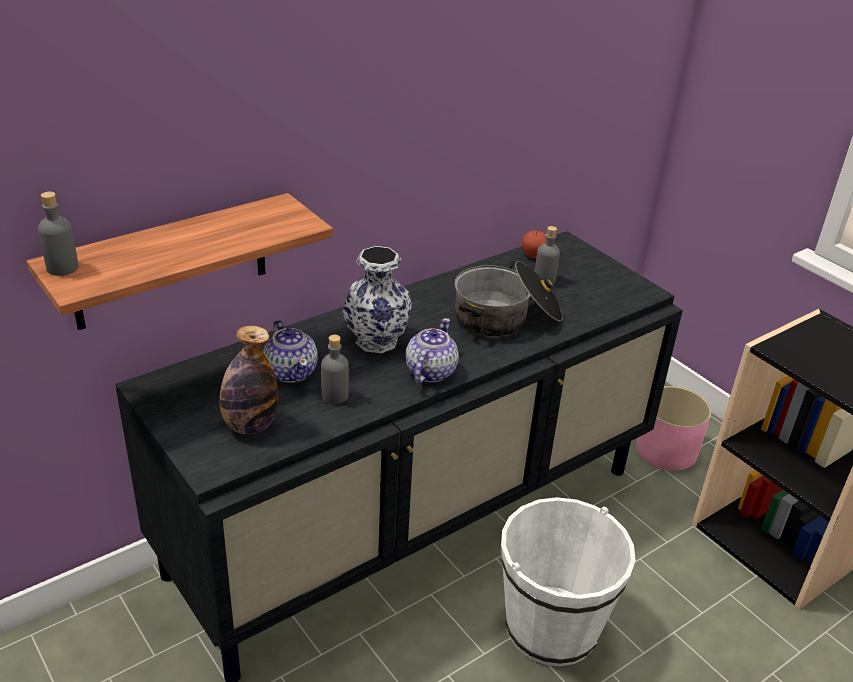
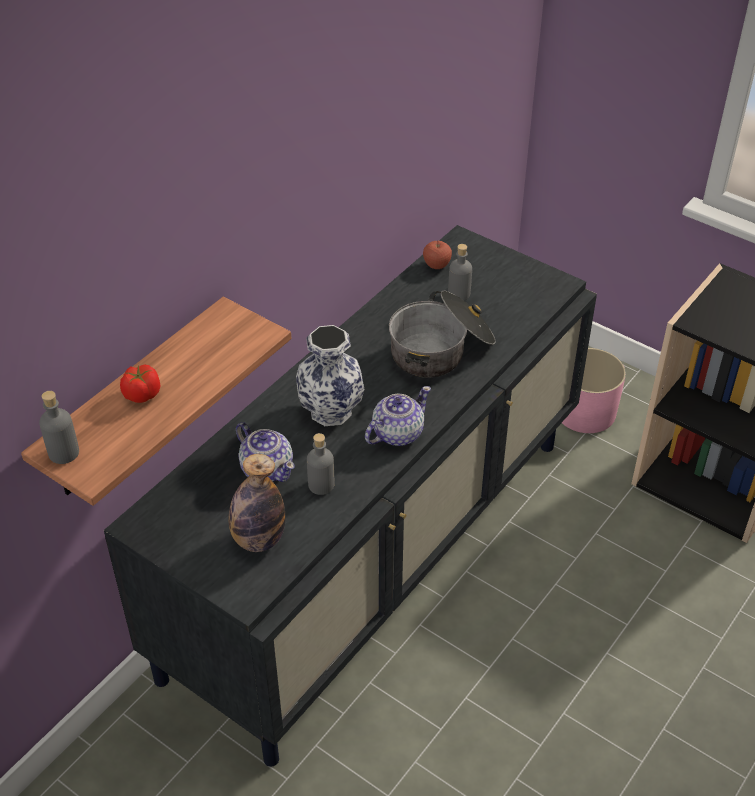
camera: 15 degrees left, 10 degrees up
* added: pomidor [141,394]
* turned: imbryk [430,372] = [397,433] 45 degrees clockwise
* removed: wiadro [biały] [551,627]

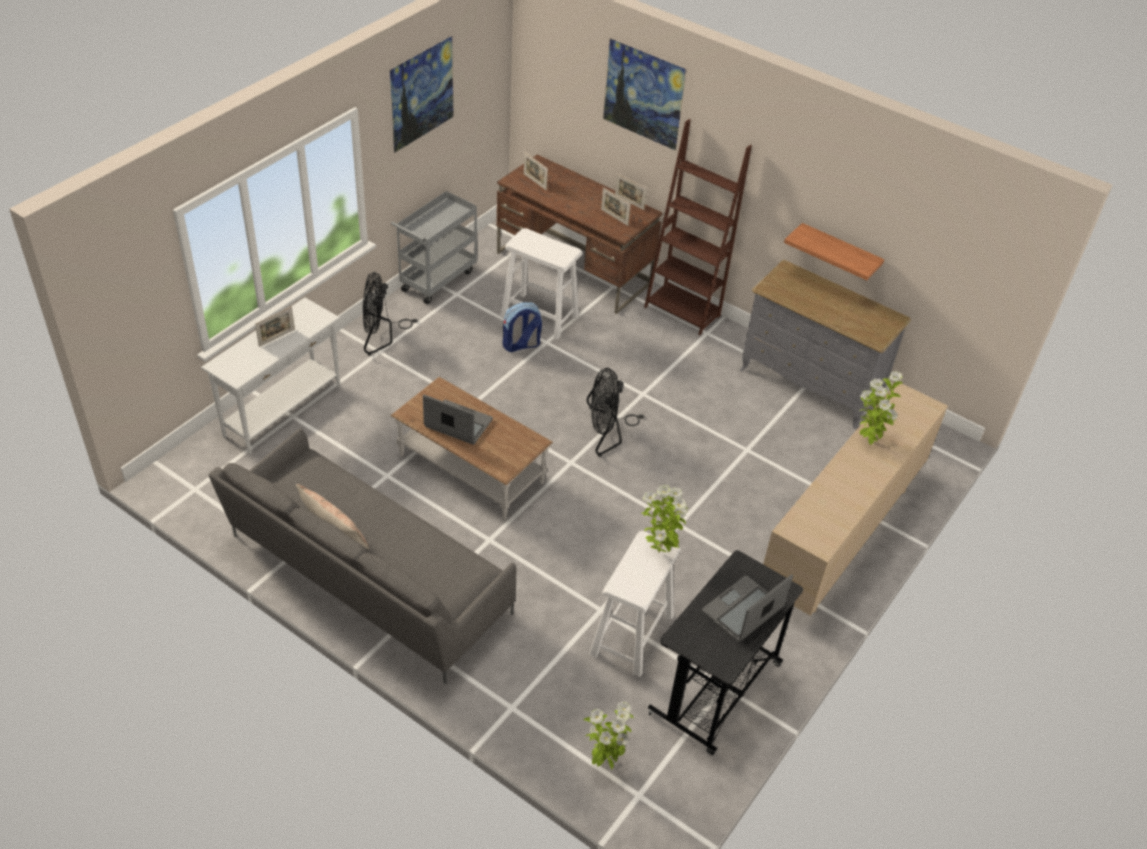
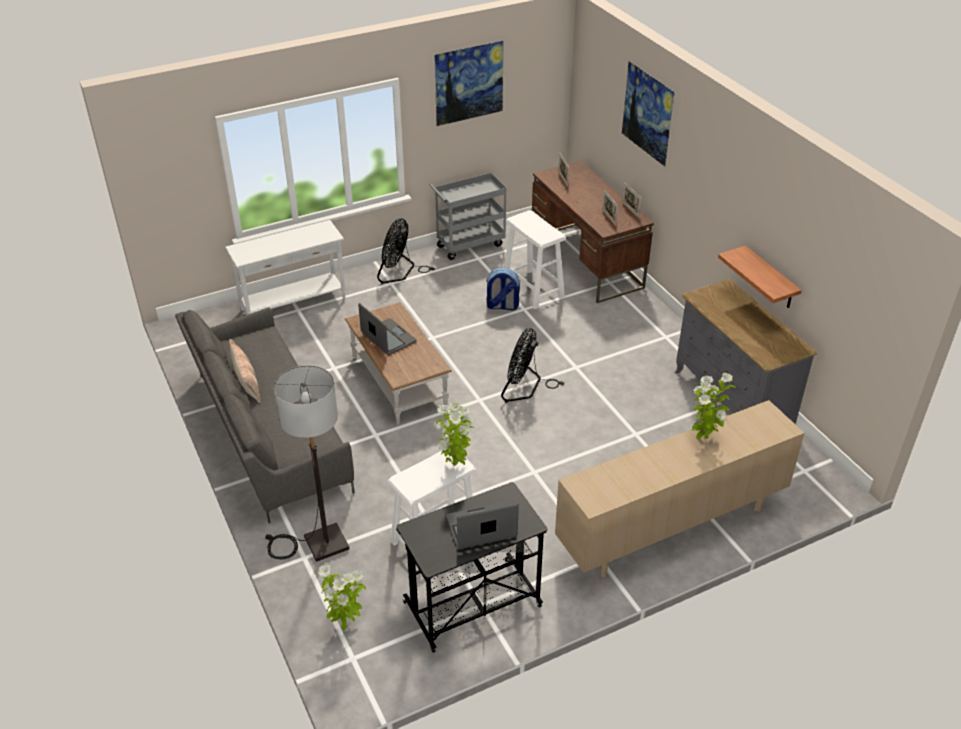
camera: 30 degrees right, 5 degrees down
* added: lampa stojąca [313,544]
* removed: ramka na zdjęcie [277,338]
* removed: regał [brązowy] [682,311]

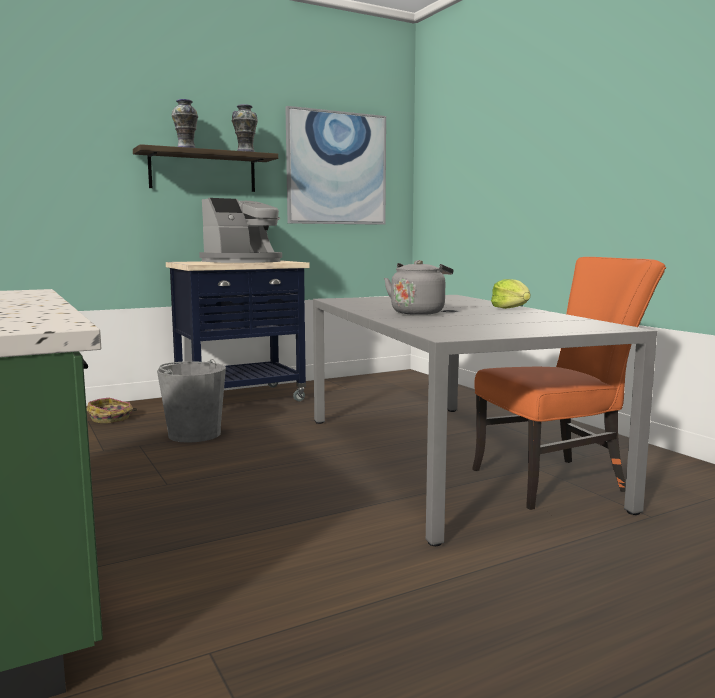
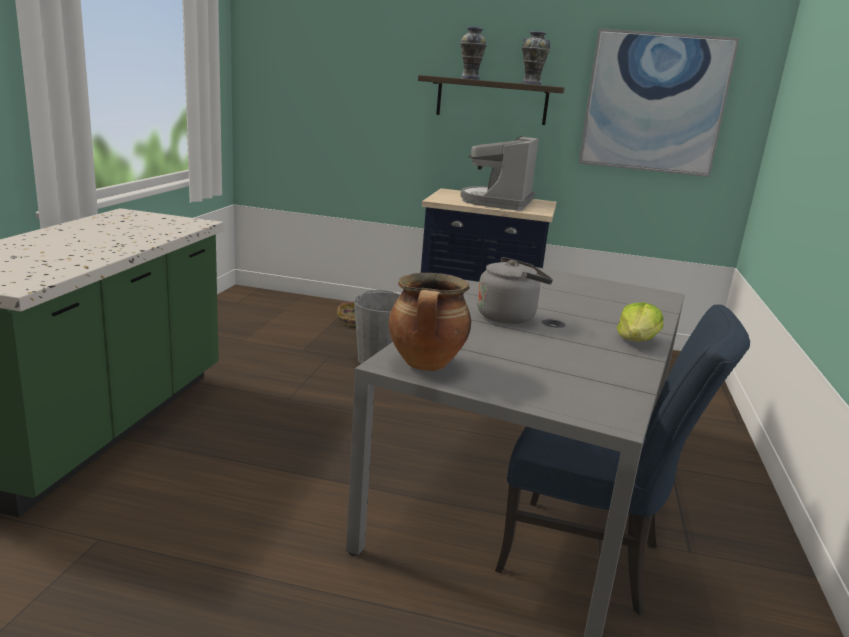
camera: 40 degrees right, 10 degrees up
* added: garnek [426,365]
* turned: ekspres do kawy [244,262] = [497,202] 105 degrees clockwise
* recoloured: krzesło [pomarańczowy] [557,480] to krzesło [niebieski] [591,558]

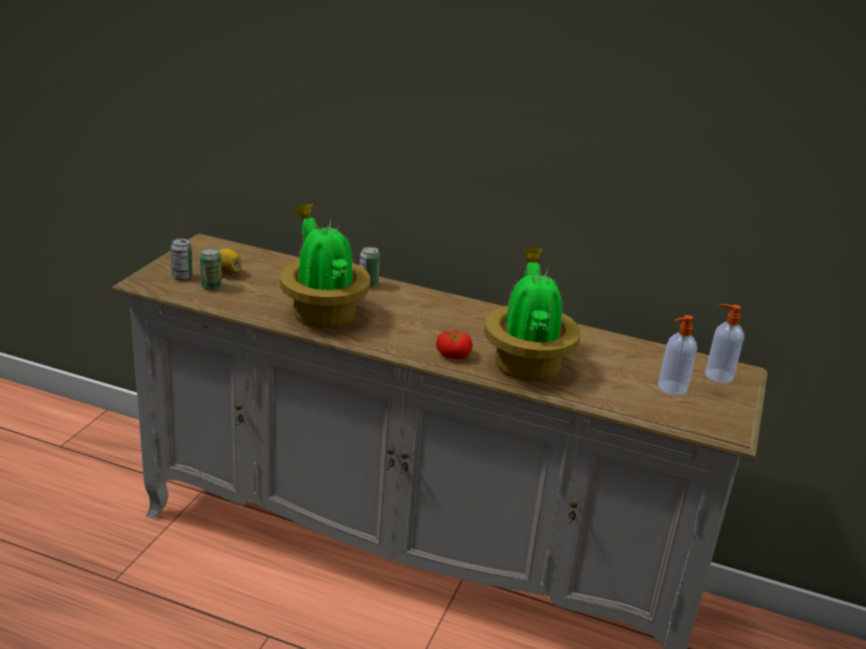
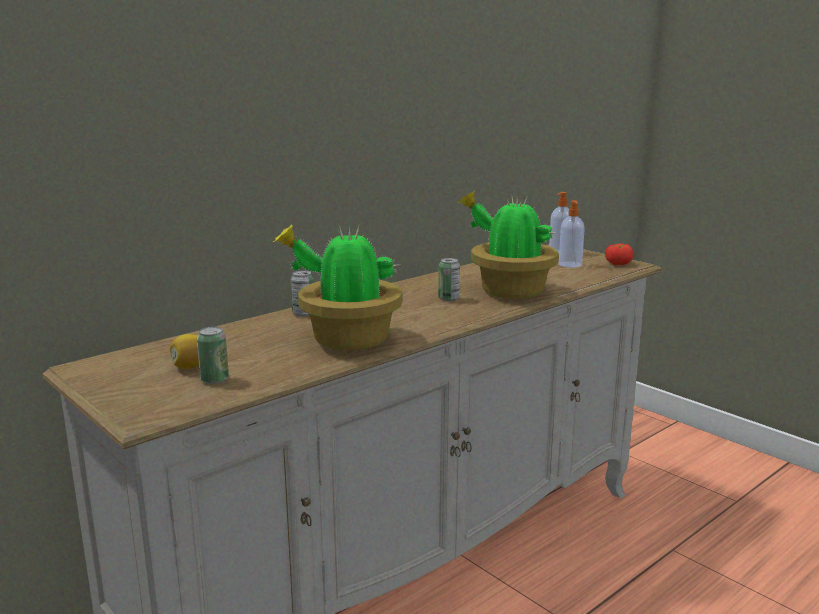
camera: 60 degrees left, 10 degrees down
* moved: puszka [182,276] to [448,298]
* moved: pomidor [453,354] to [617,263]

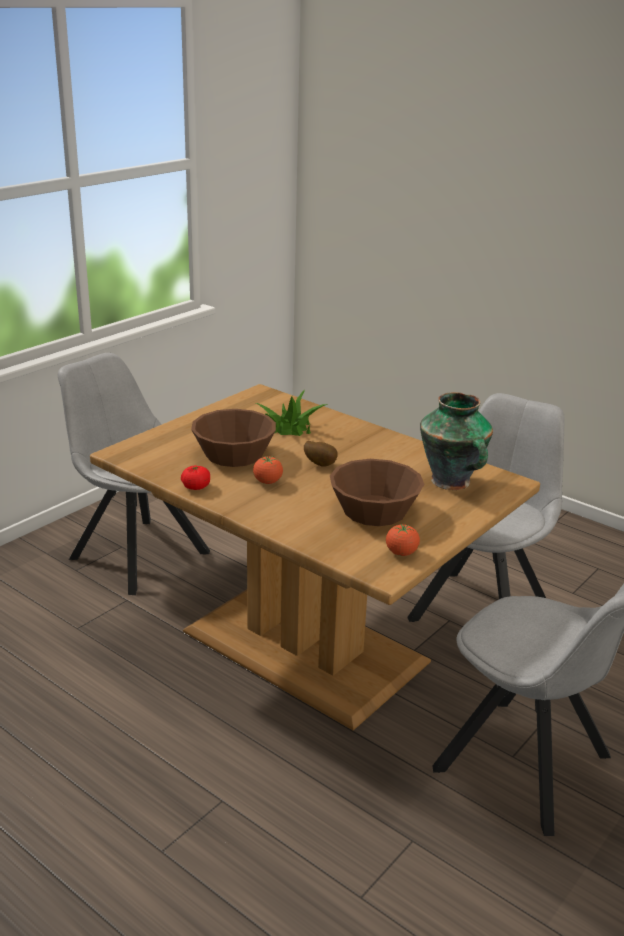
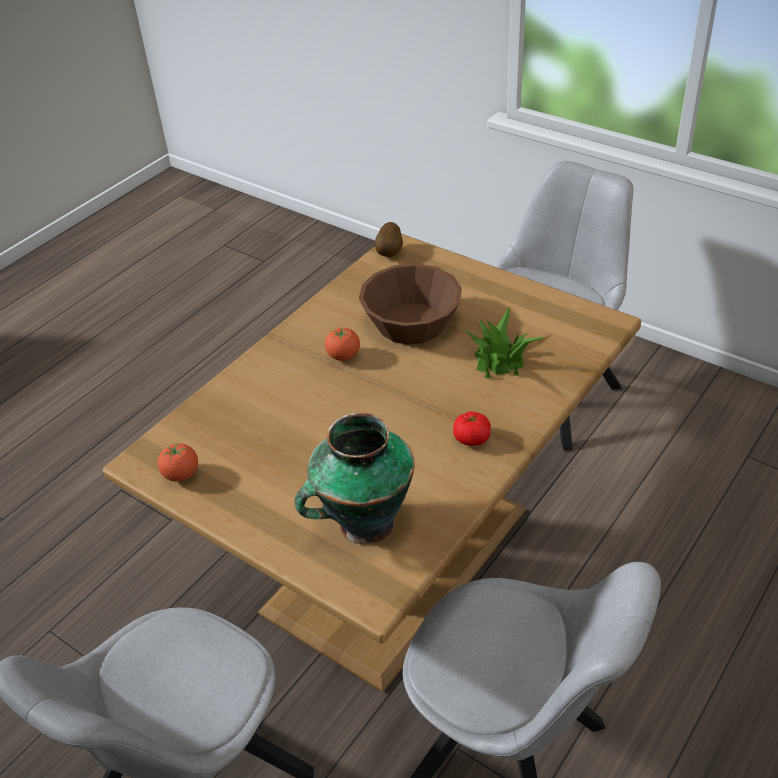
camera: 90 degrees right, 15 degrees up
* moved: ziemniak [320,464] to [390,252]
* moved: pomidor [196,487] to [471,438]
* removed: miska [brązowy] [375,510]

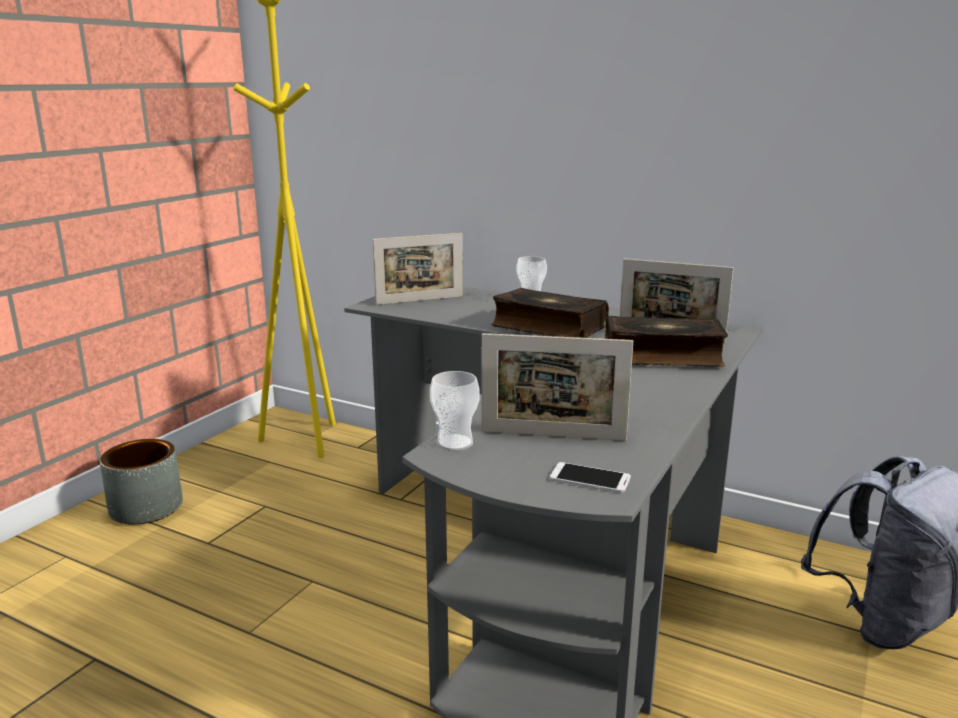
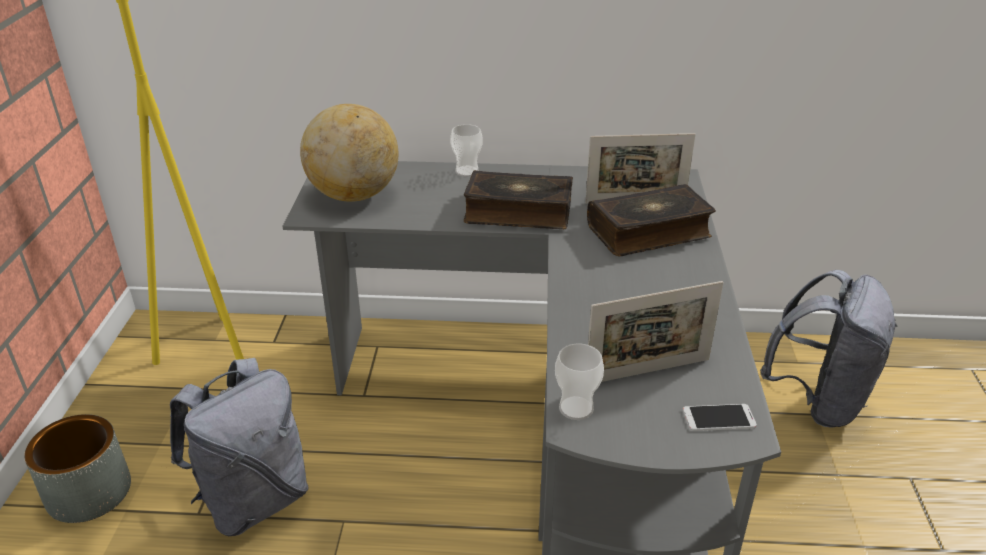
camera: 25 degrees left, 15 degrees up
* added: plecak [szary] [254,500]
* replaced: ramka na zdjęcie [420,300] to globus [354,195]

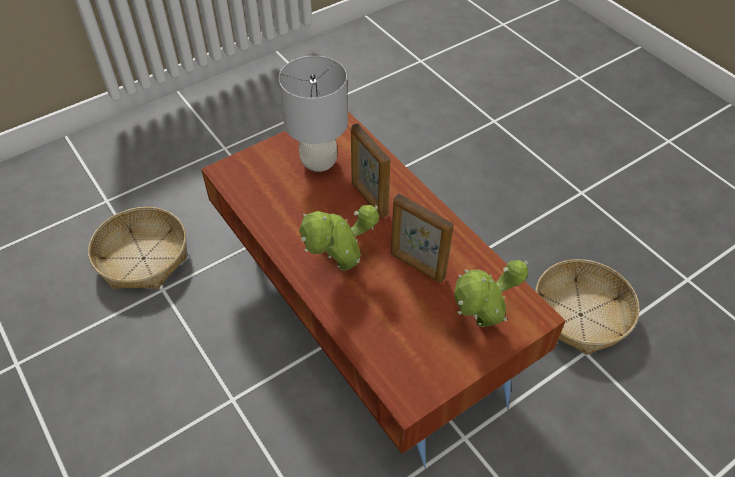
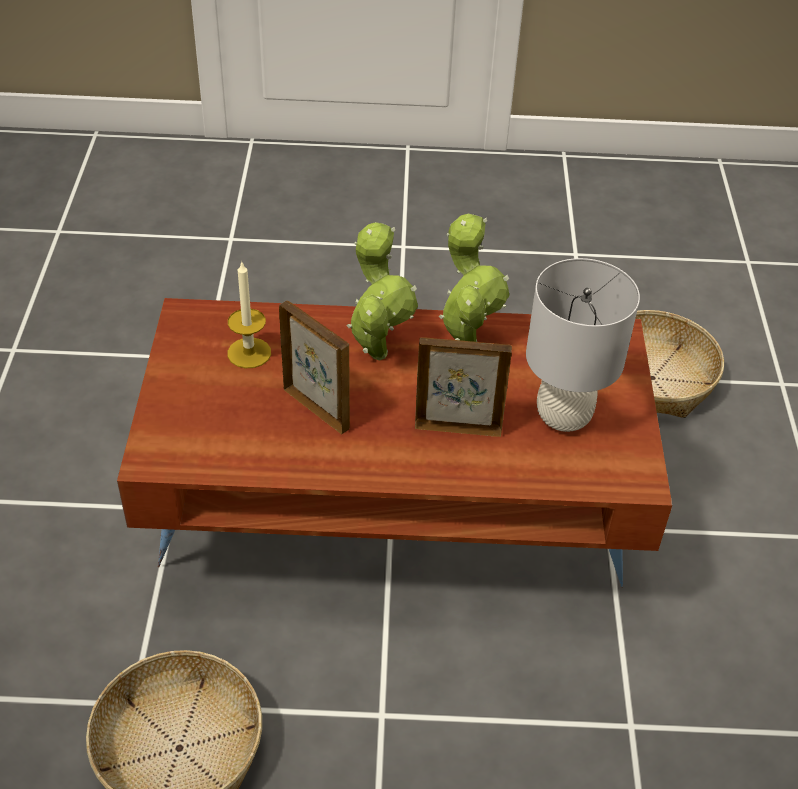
camera: 125 degrees right, 5 degrees down
* added: świeca [249,353]
* turned: ramka na zdjęcie [417,266] = [317,408] 60 degrees clockwise
* moved: roślina doniczkowa [479,325] to [466,340]

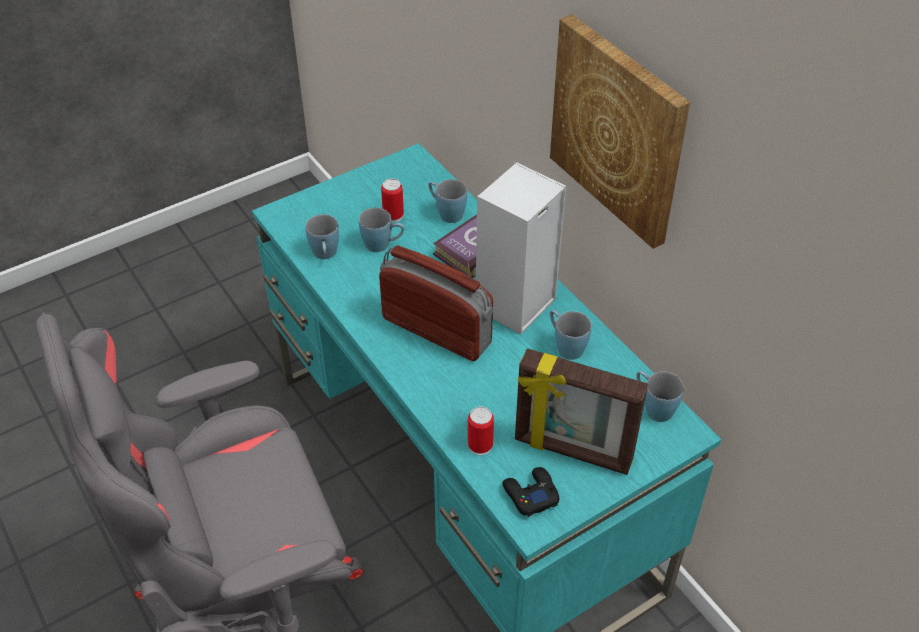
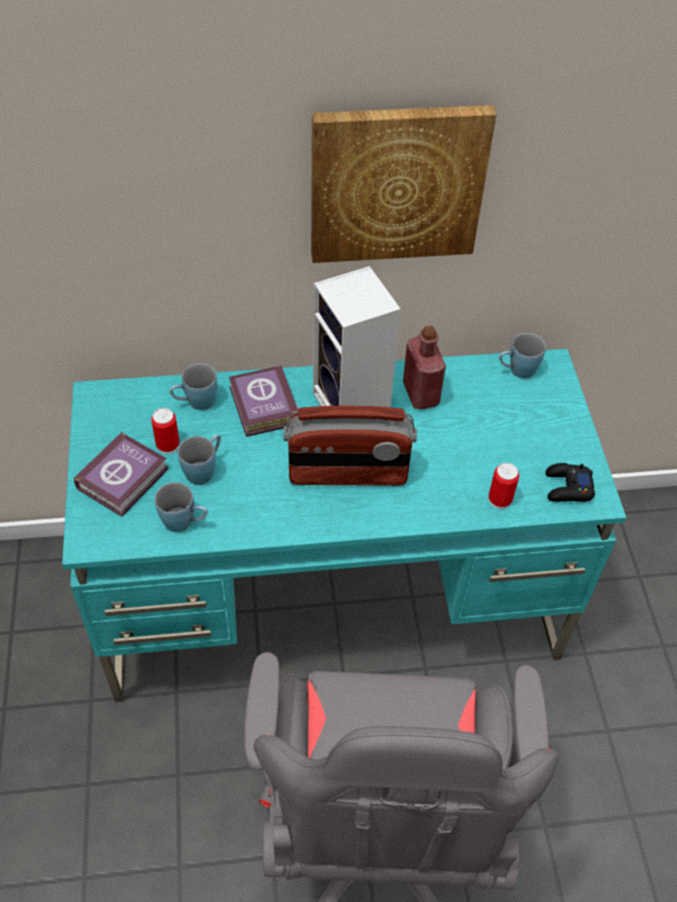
camera: 65 degrees left, 5 degrees up
* added: książka [125,478]
* turned: radio [437,330] = [347,474] 150 degrees counterclockwise
* replaced: kubek [niebieski] [565,346] to butelka [czerwony] [420,394]
* removed: ramka na zdjęcie [572,452]

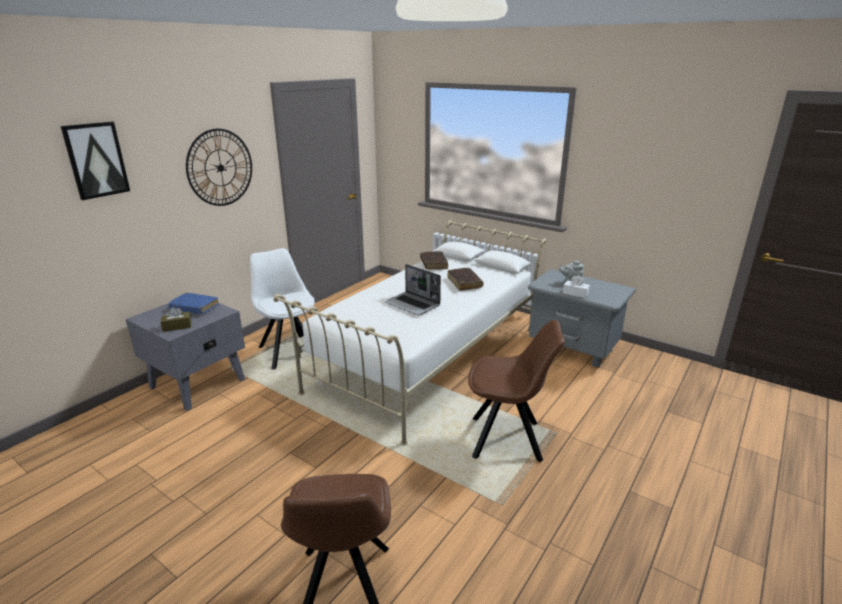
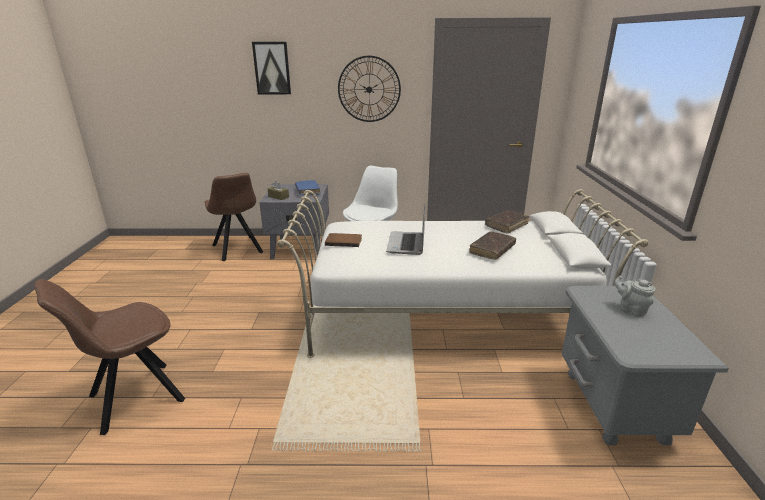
camera: 55 degrees right, 0 degrees up
* moved: krzesło [brązowy] [506,439] to [238,249]
* added: książka [brązowy] [344,241]
* removed: pudełko chusteczek [biały] [575,293]

